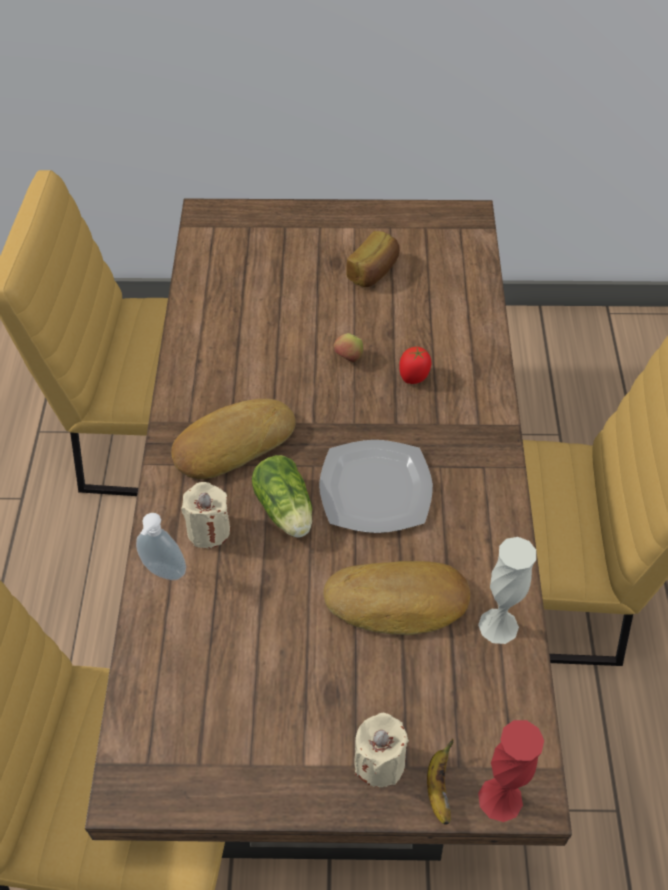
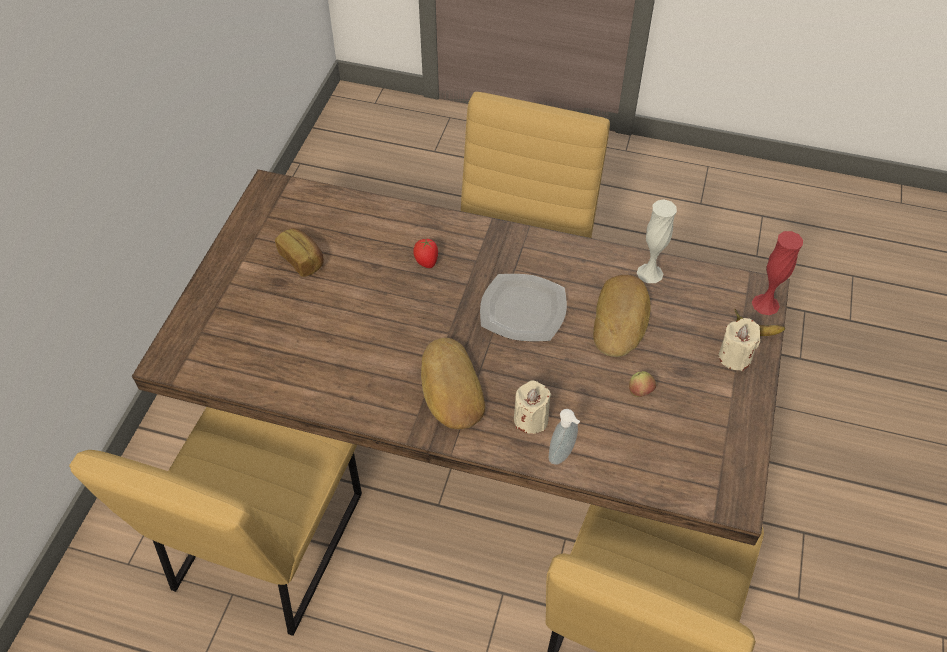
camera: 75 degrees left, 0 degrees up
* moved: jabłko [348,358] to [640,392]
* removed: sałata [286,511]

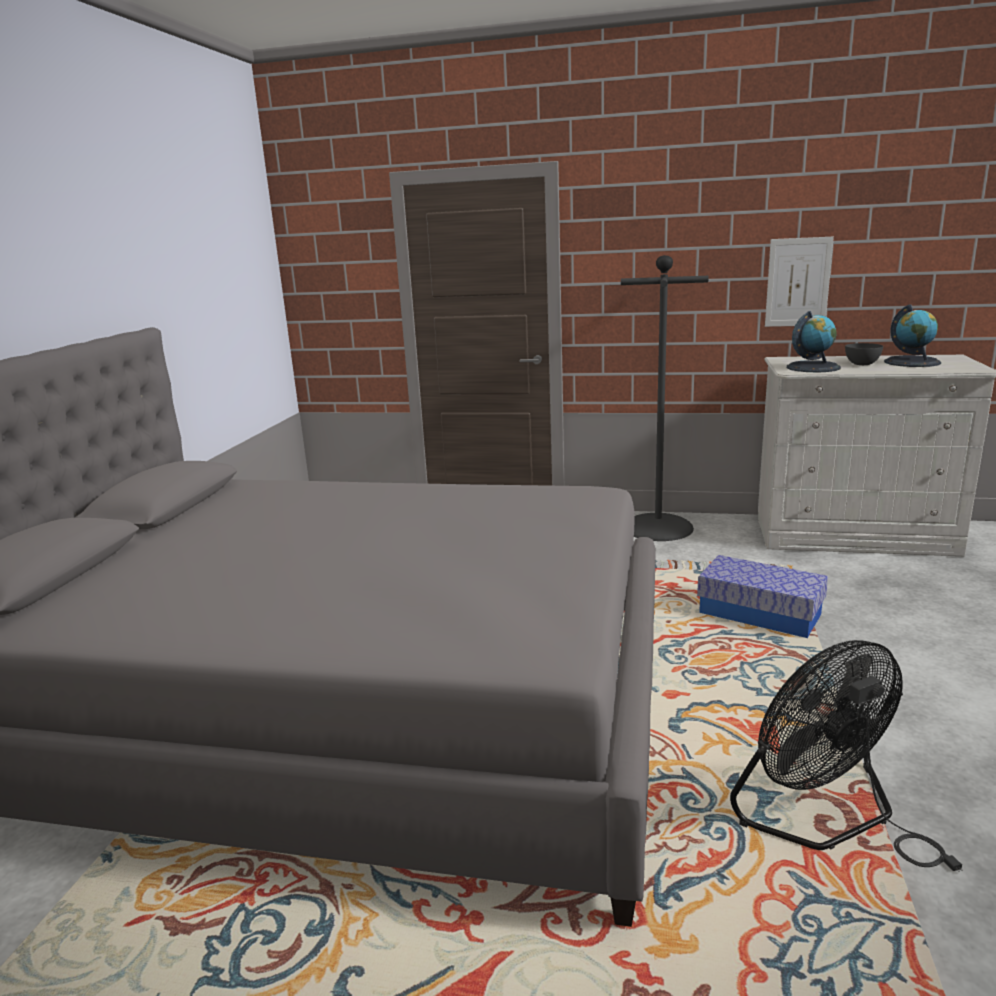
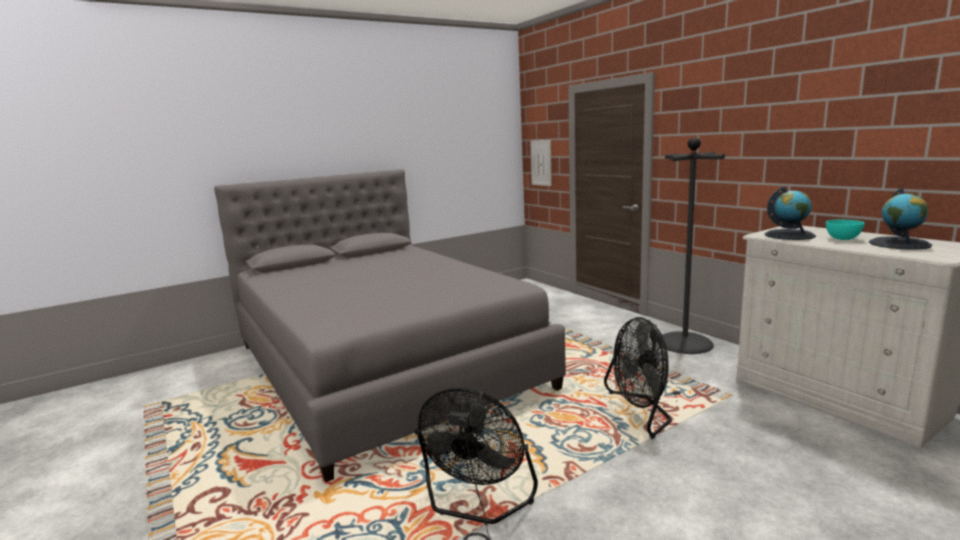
camera: 45 degrees right, 5 degrees down
* moved: obraz [798,282] to [541,163]
* replaced: pojemnik do przechowywania [760,613] to wentylator [czarny] [645,410]
* recoloured: miska [szary] [861,364] to miska [turkusowy] [842,239]

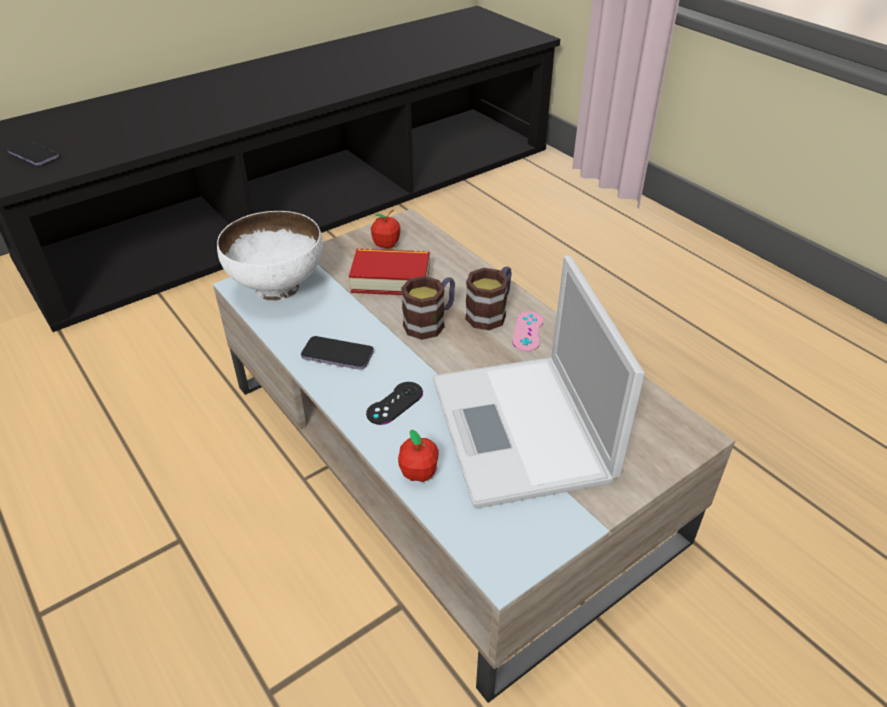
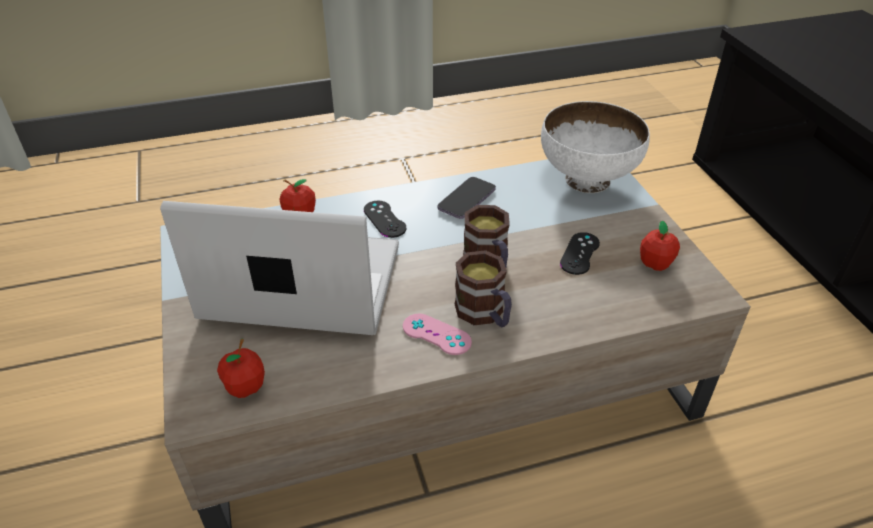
camera: 110 degrees right, 0 degrees up
* added: jabłko [245,387]
* replaced: książka [391,279] to pad do gier [czarny] [580,253]
* removed: telefon [34,155]

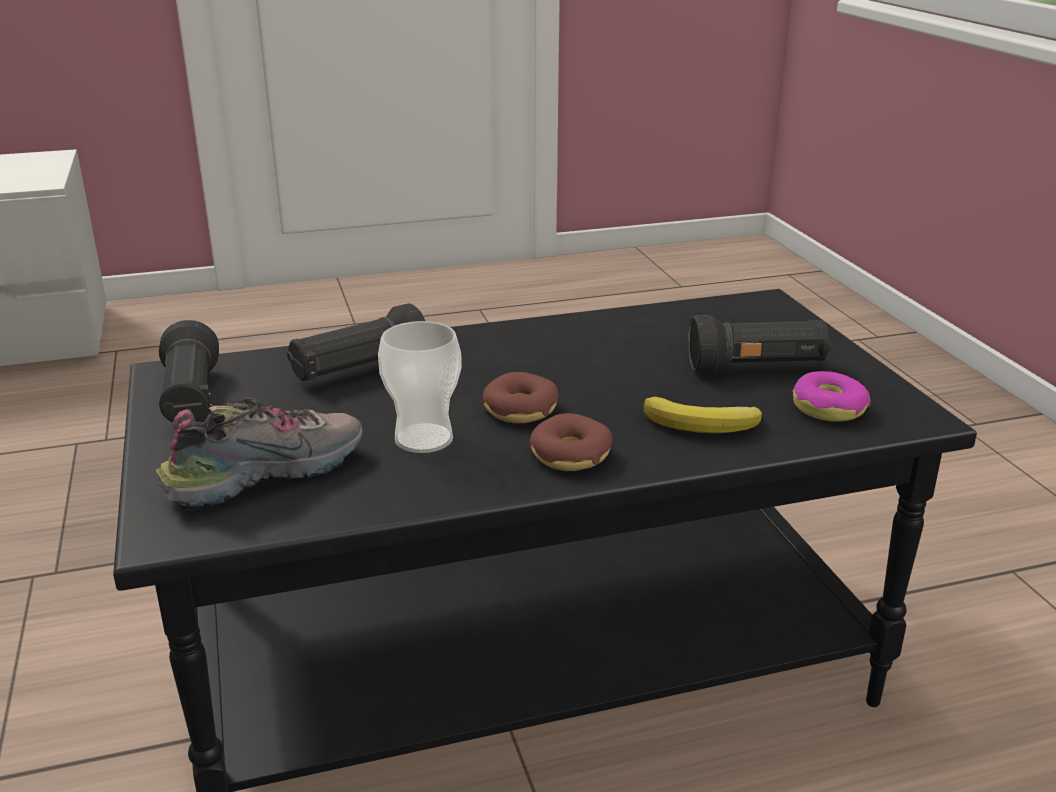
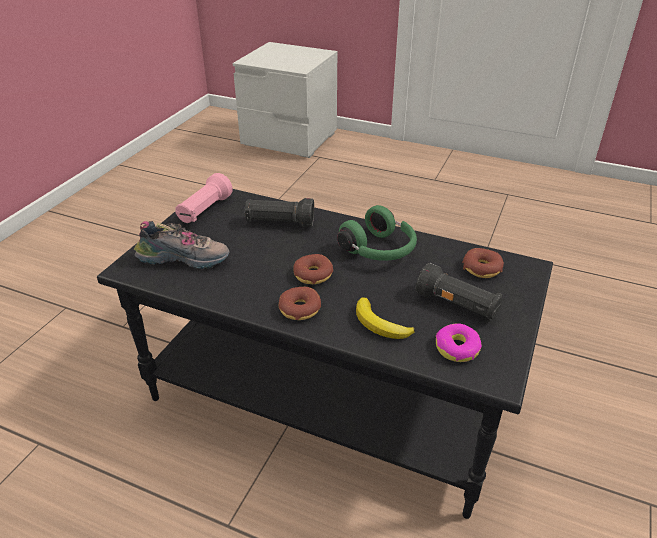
camera: 40 degrees right, 10 degrees up
* recoloured: latarka [czarny] [191,400] to latarka [różowy] [204,210]
* added: słuchawki [zielony] [379,250]
* added: donut [482,268]
* removed: filiżanka [424,439]

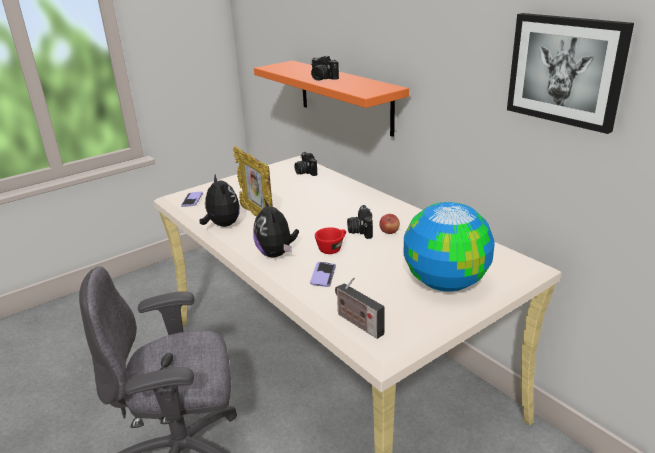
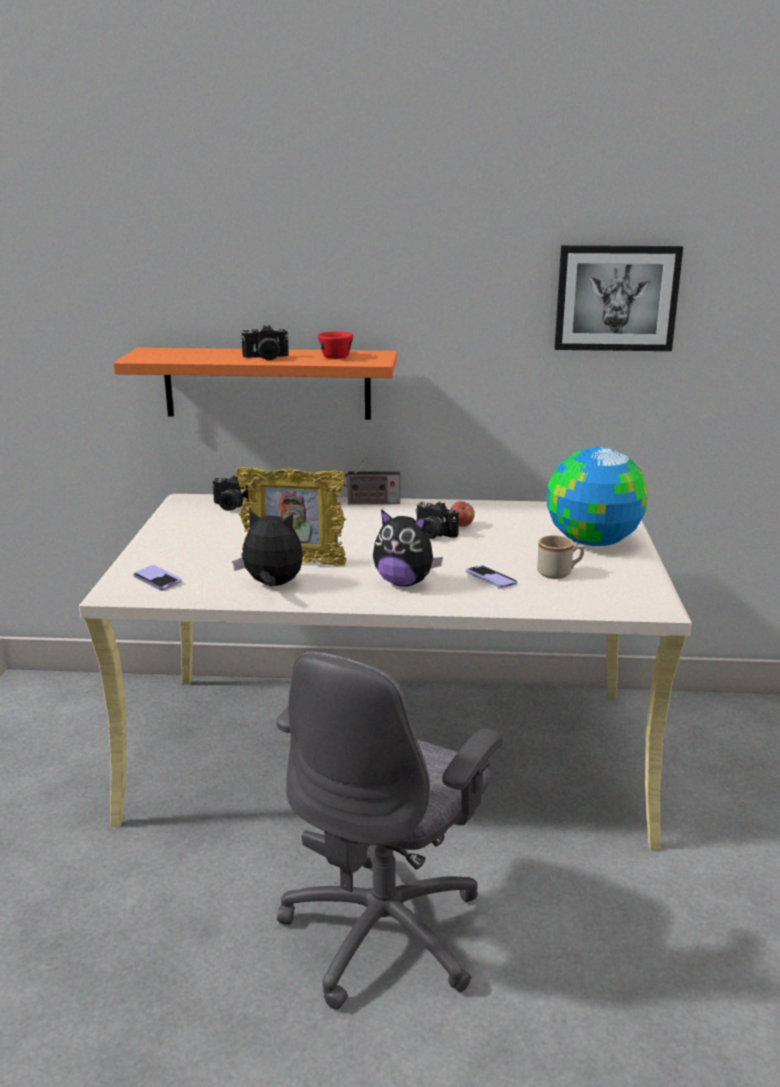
camera: 50 degrees left, 5 degrees down
* moved: filiżanka [czerwony] [332,248] to [335,356]
* moved: radio [357,323] to [371,502]
* added: kubek [beżowy] [559,573]

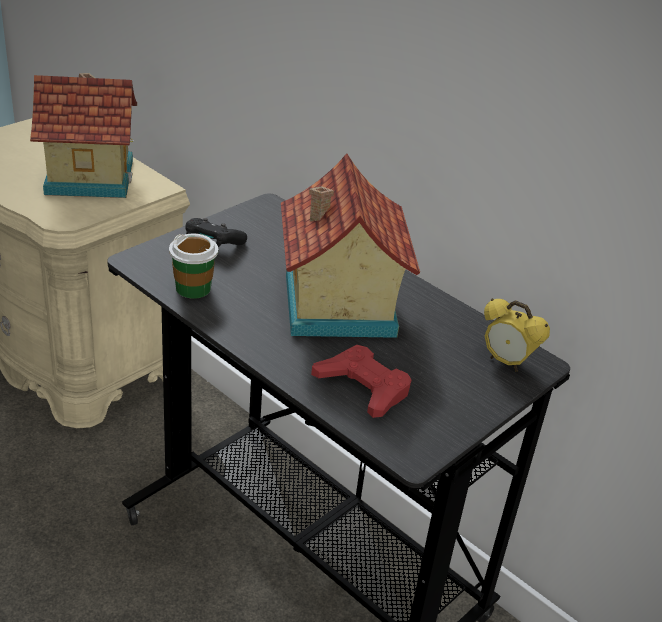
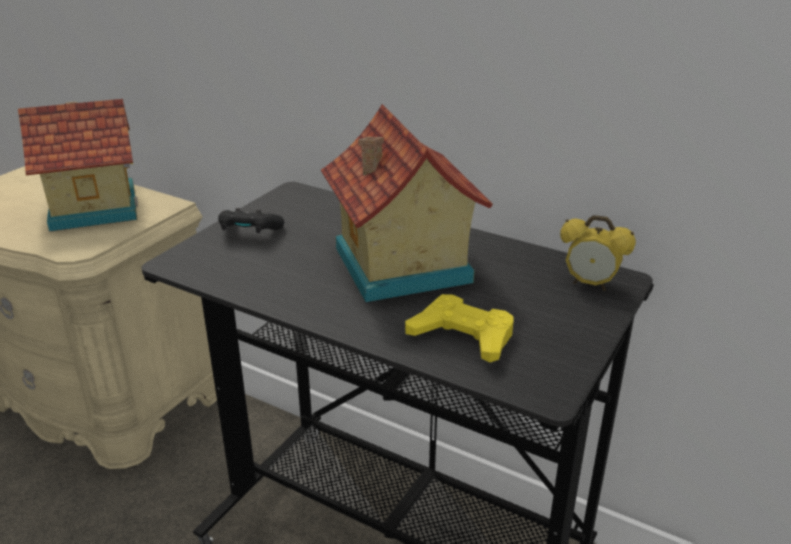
camera: 10 degrees left, 5 degrees down
* recoloured: pad do gier [czerwony] [363,387] to pad do gier [żółty] [463,336]
* removed: filiżanka [193,288]

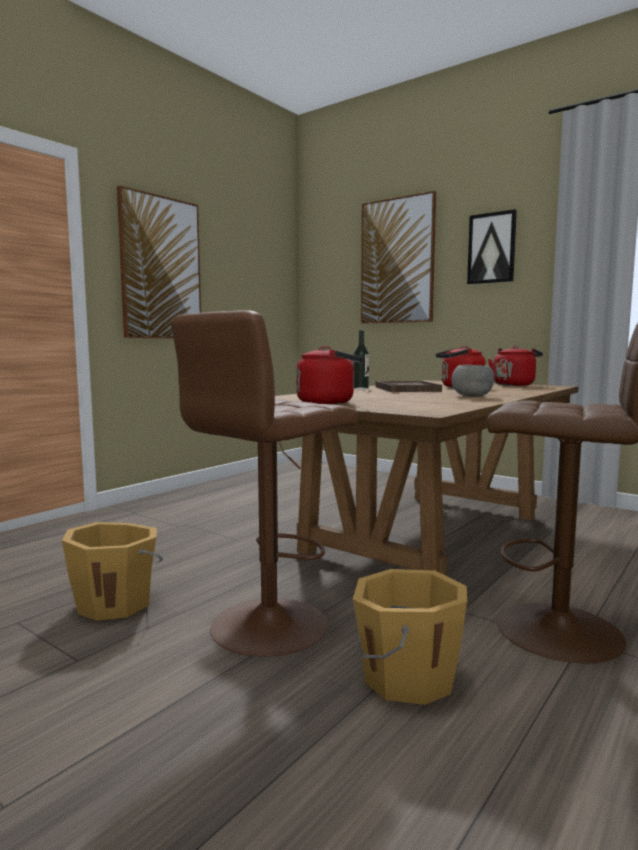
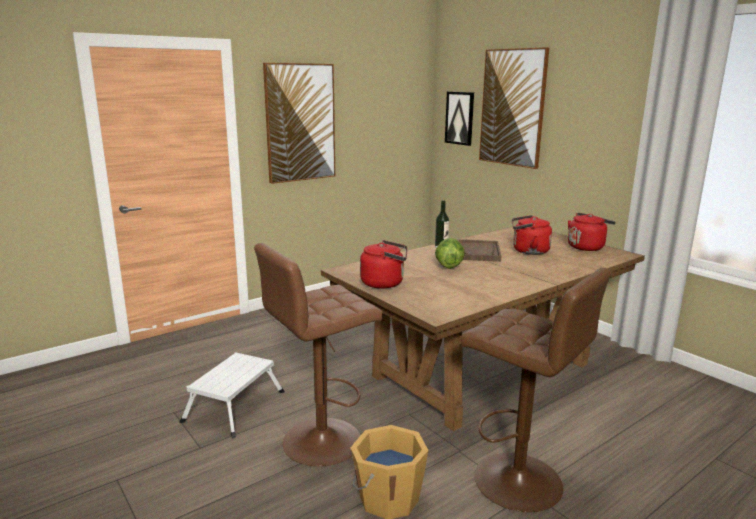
camera: 15 degrees right, 10 degrees up
* replaced: wiadro [pomarańczowy] [116,603] to drabinka [biały] [235,406]
* added: sałata [448,266]
* moved: obraz [492,248] to [460,118]
* removed: miska [szary] [472,396]

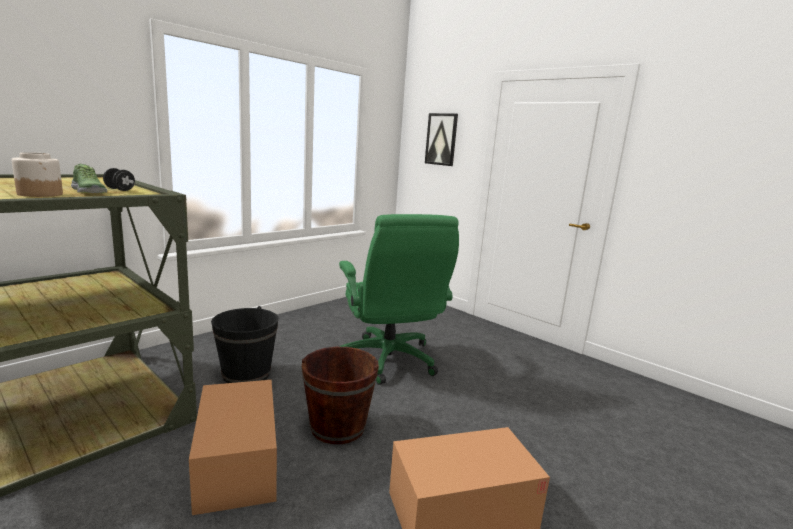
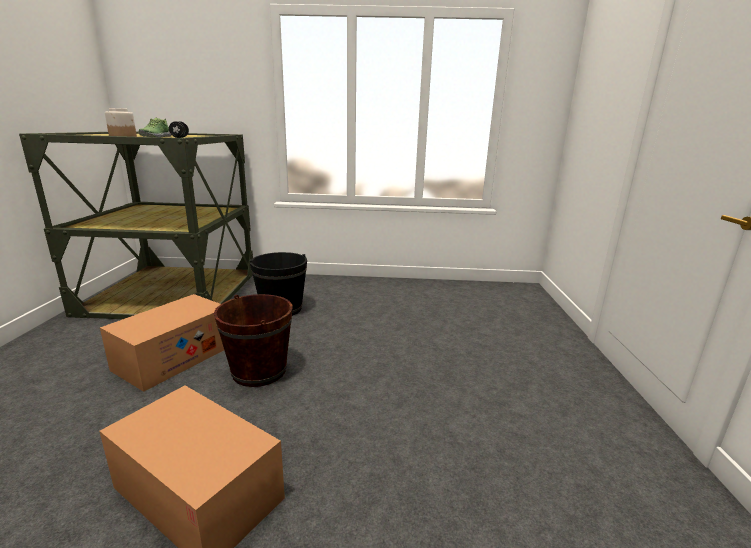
camera: 50 degrees right, 5 degrees up
* removed: krzesło biurowe [zielony] [390,363]
* removed: obraz [441,139]

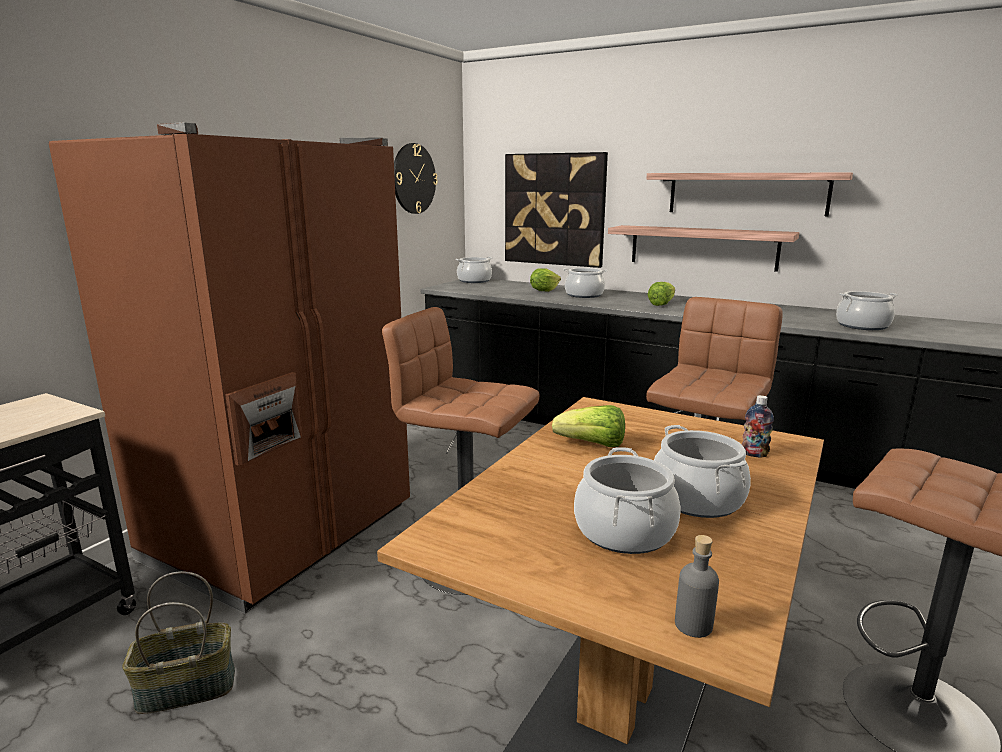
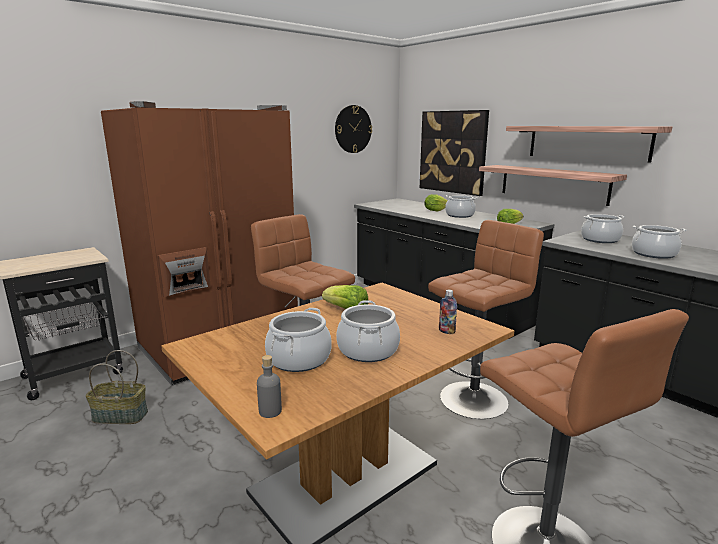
camera: 20 degrees right, 0 degrees up
* moved: garnek [474,281] to [600,240]

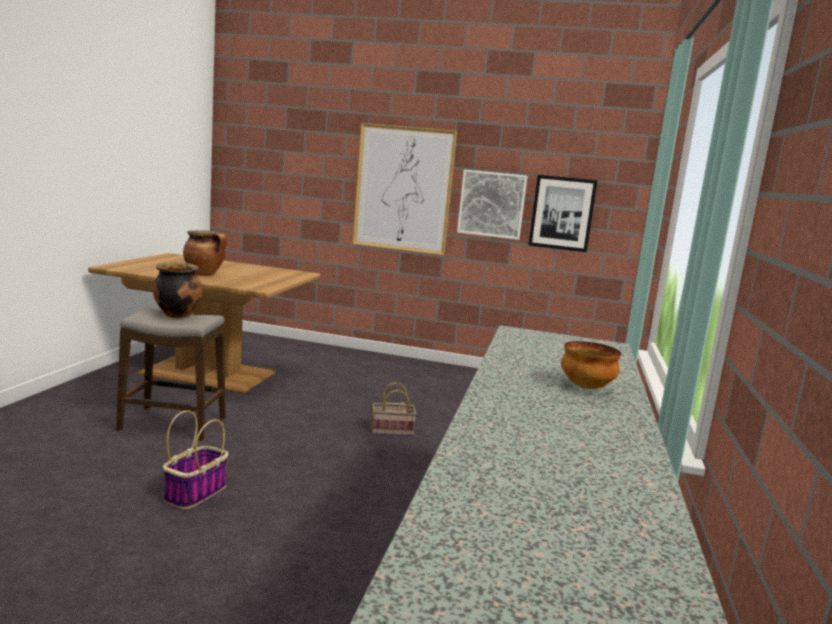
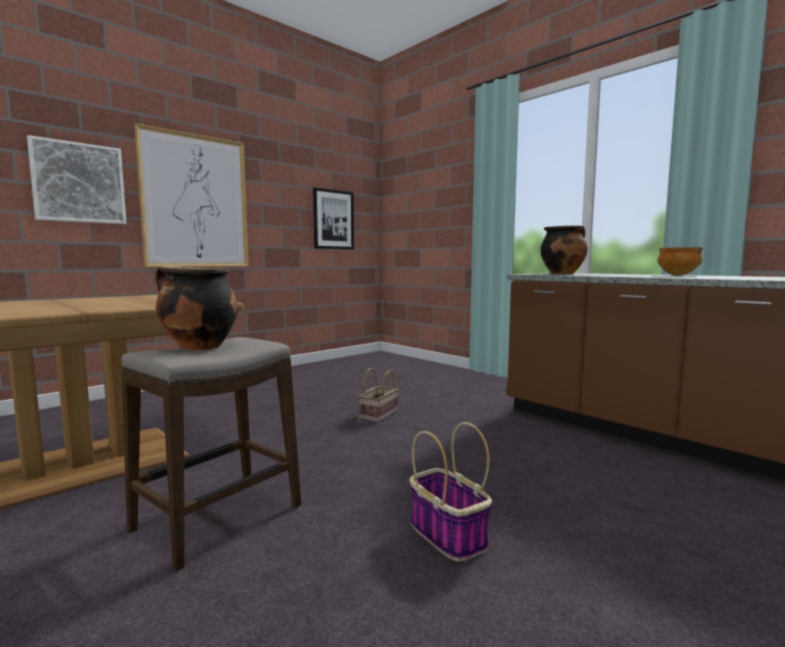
camera: 55 degrees left, 5 degrees down
* moved: obraz [491,204] to [79,183]
* moved: garnek [205,274] to [562,274]

